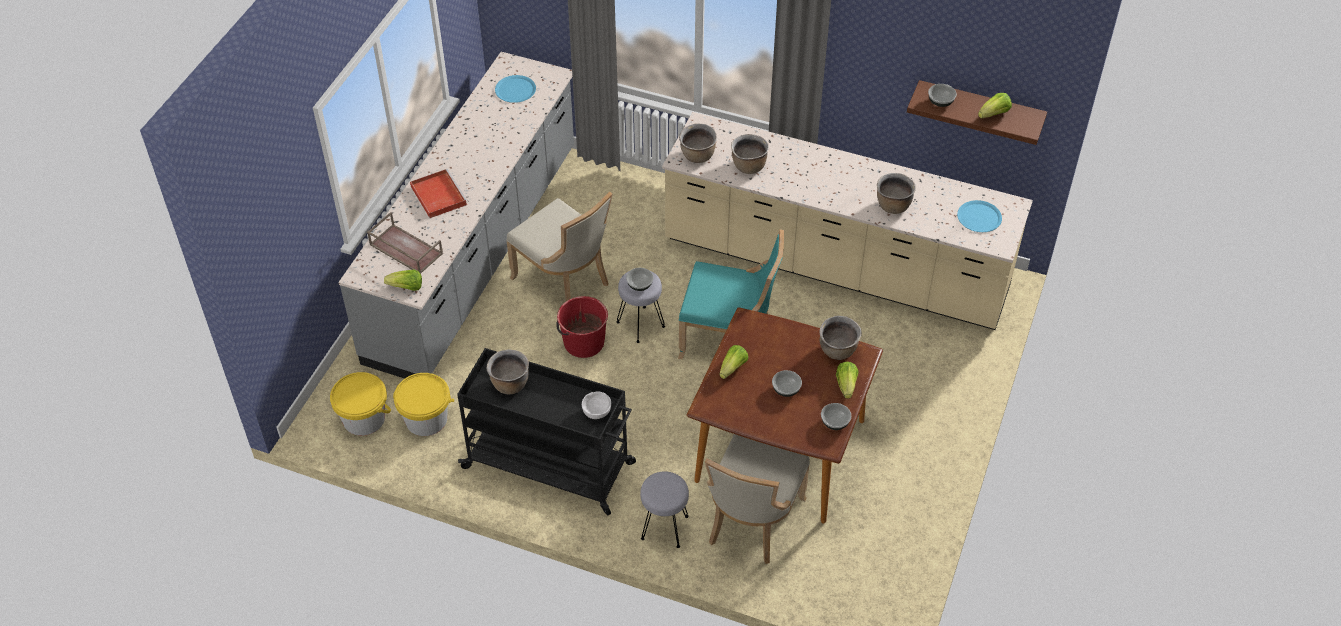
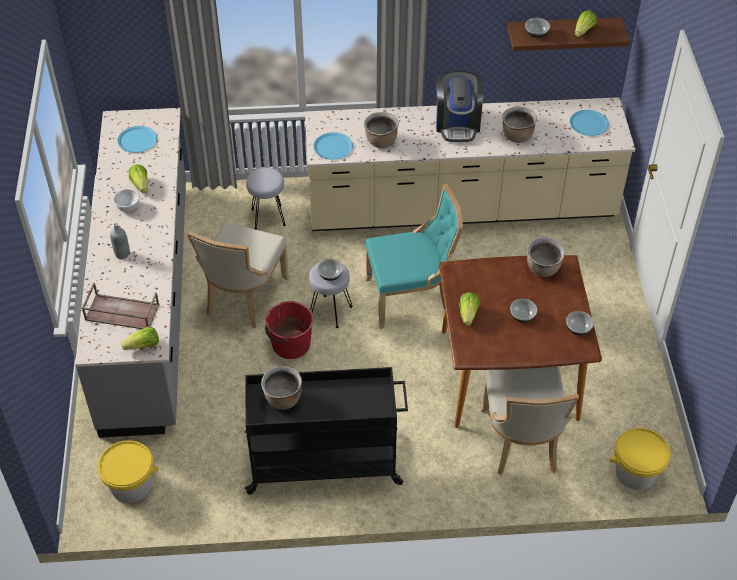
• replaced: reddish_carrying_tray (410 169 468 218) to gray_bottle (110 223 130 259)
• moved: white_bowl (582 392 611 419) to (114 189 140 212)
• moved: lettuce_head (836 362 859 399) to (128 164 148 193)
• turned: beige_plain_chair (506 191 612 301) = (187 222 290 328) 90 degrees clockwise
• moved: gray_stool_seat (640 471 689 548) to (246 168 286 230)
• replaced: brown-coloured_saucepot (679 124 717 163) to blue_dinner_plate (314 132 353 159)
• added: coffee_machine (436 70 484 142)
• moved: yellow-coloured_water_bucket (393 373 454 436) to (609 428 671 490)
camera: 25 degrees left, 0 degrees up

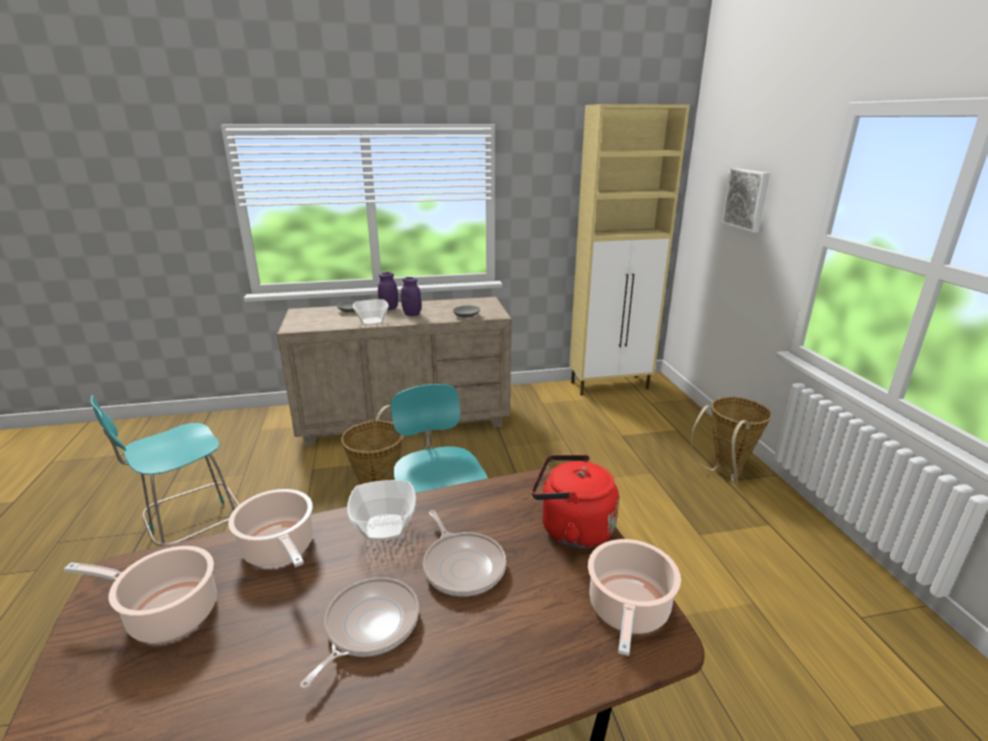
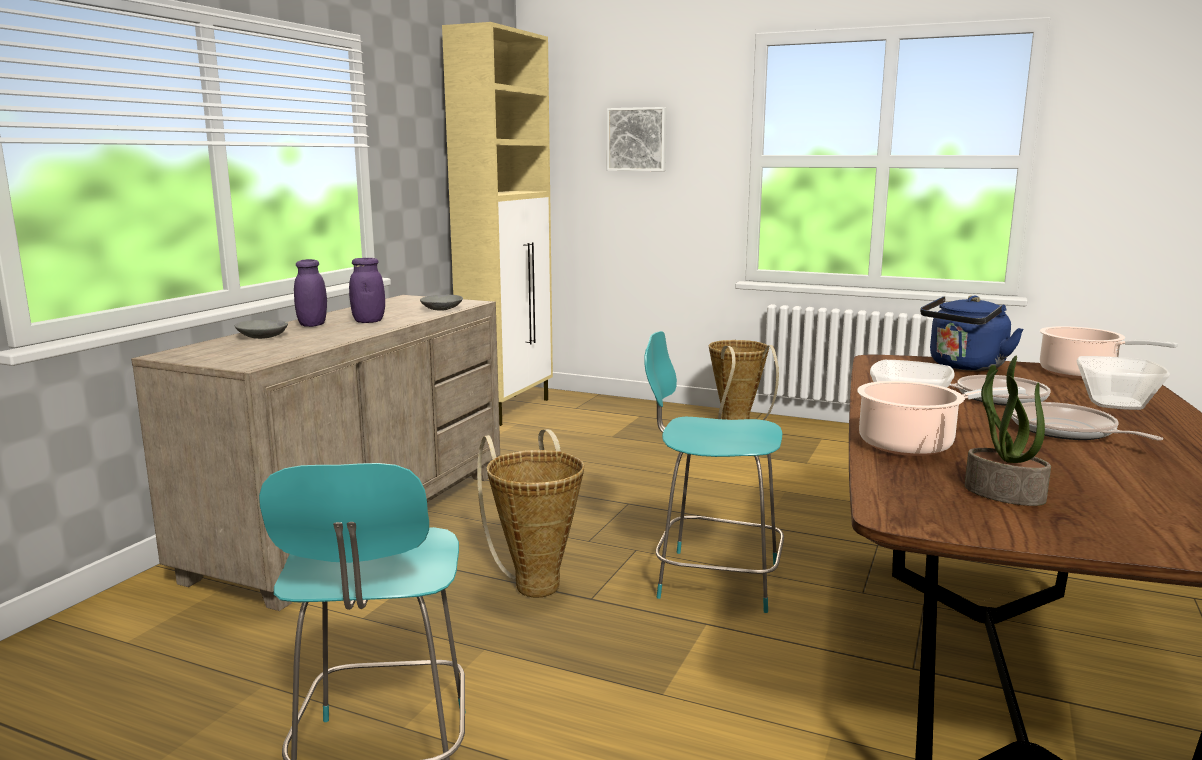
• recoloured: reddish_tea_kettle (532 455 619 548) to blue_tea_kettle (920 295 1024 371)
• replaced: saucepot (64 546 217 643) to houseplant (965 356 1051 506)
• moved: bowl (353 299 389 325) to (1077 356 1170 410)
camera: 55 degrees left, 10 degrees down

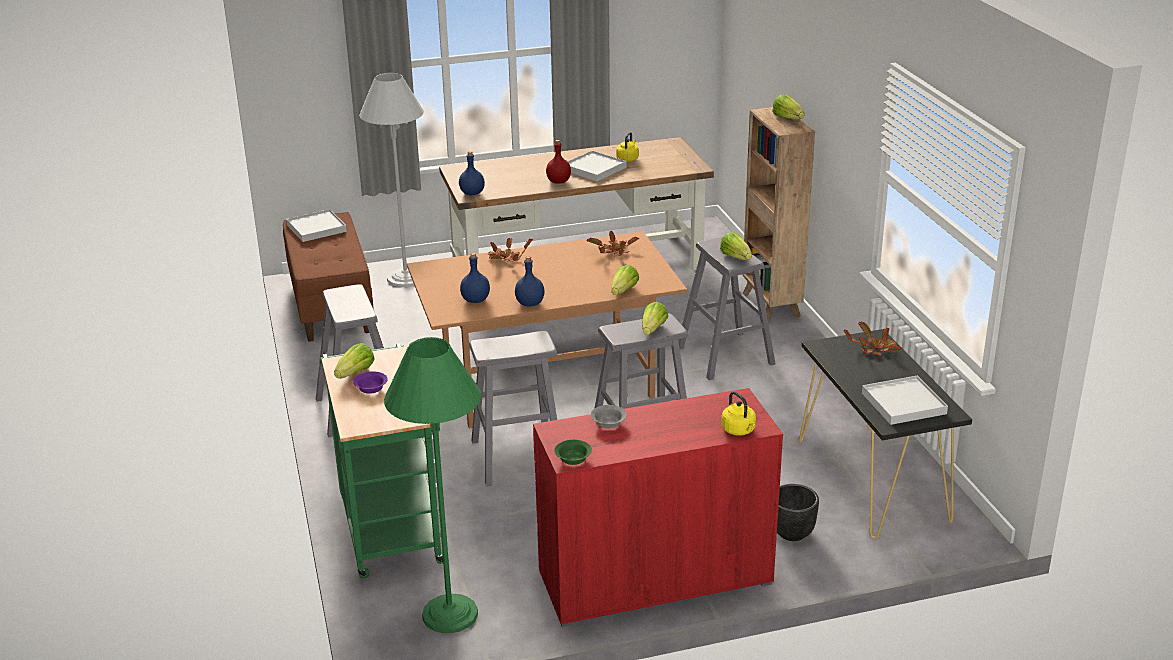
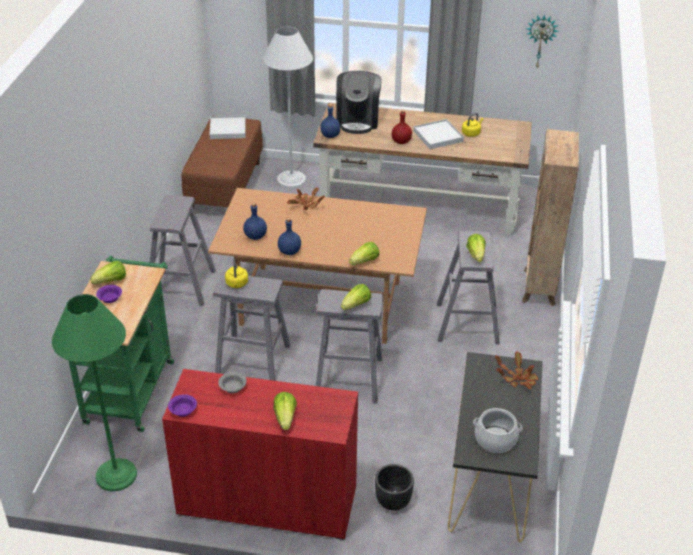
• recoloured: green-coloured_bowl (554 440 592 465) to purplish_bowl (168 394 197 417)
• moved: yellow-coloured_tea_kettle (721 391 756 436) to (225 258 248 288)
• moved: lettuce_head (772 95 805 119) to (273 392 297 430)
• added: coffee_machine (336 71 382 134)
• replaced: white_carrying_tray (862 376 948 425) to saucepot (473 408 523 453)
• added: wall_clock (526 14 559 68)
• removed: houseplant (587 230 639 256)
camera: 25 degrees right, 10 degrees up

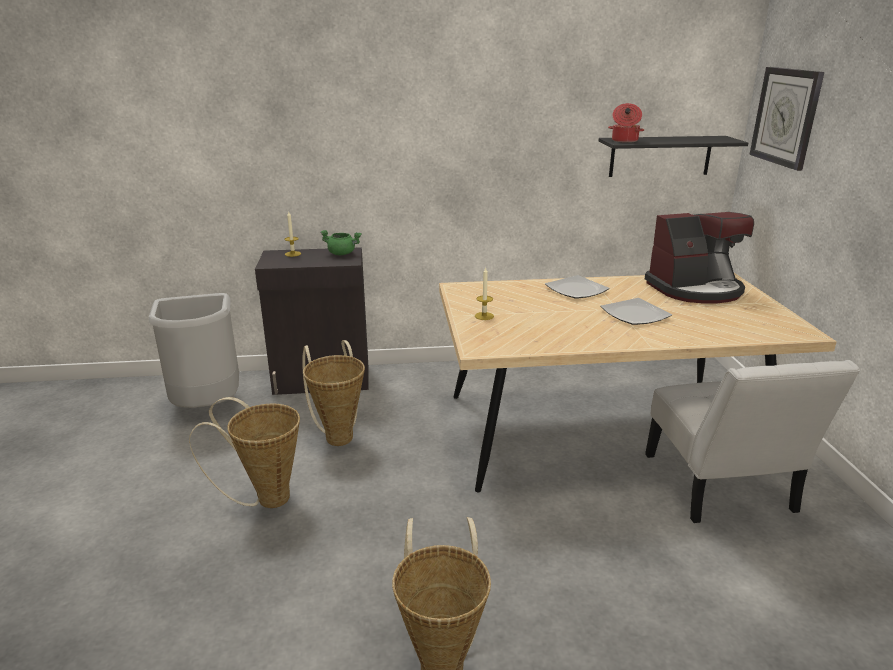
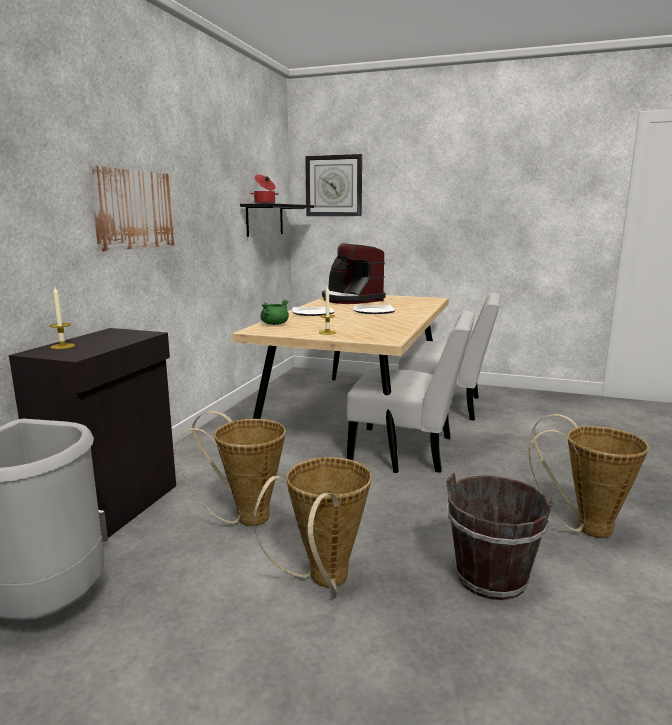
• added: picture (89 166 176 251)
• moved: green-coloured_saucepot (320 230 362 255) to (260 299 289 325)
• turned: coffee_machine (645 212 754 303) = (322 243 386 304) 135 degrees clockwise
• added: white_plain_chair (347 311 475 473)
• added: brown-coloured_water_bucket (446 473 555 600)
camera: 65 degrees left, 10 degrees down

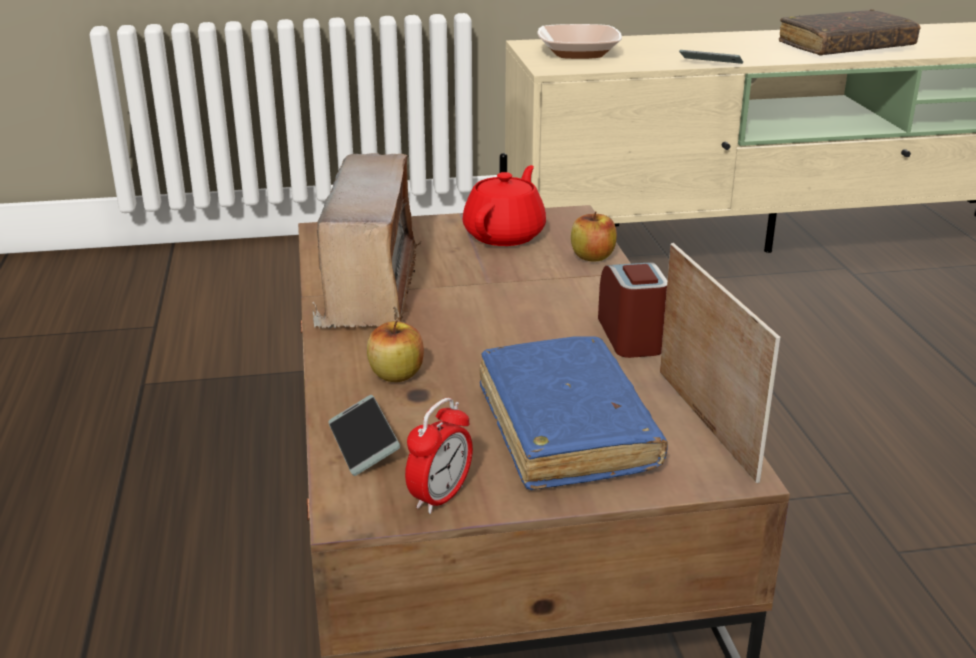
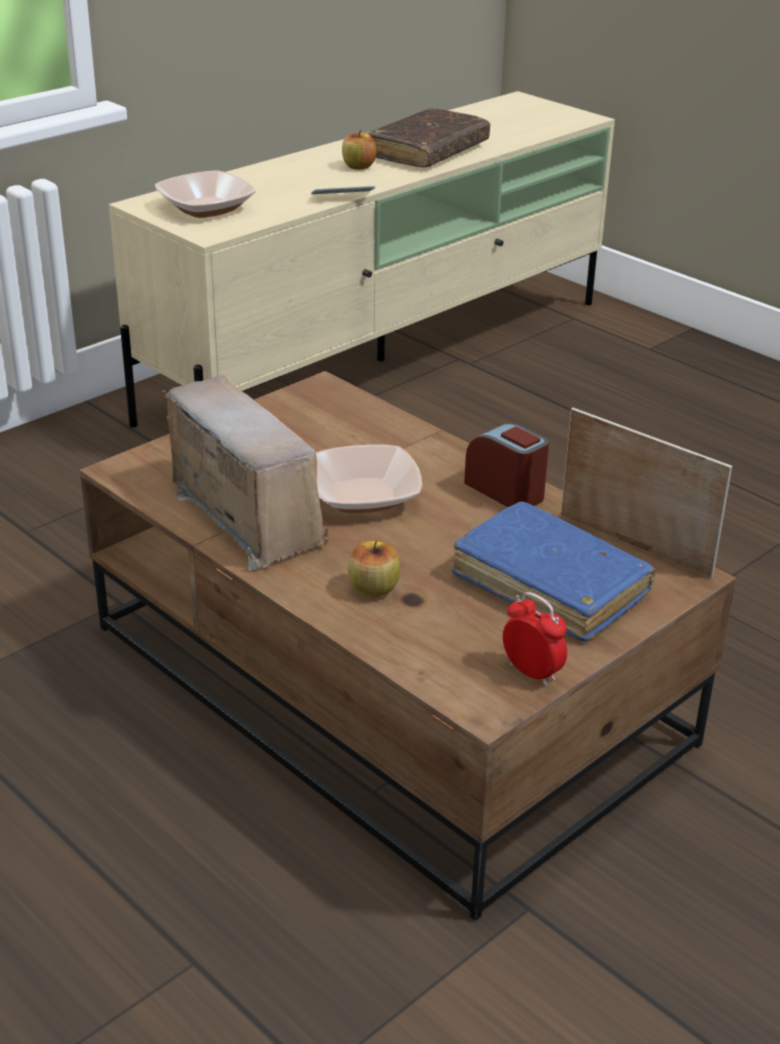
• added: bowl (316 445 422 513)
• moved: whole_apple (571 211 617 262) to (342 130 377 170)
• turned: alarm_clock (405 398 473 514) = (503 592 567 686) 45 degrees counterclockwise
• removed: phone (328 395 400 476)
• removed: reddish_teapot (463 165 546 246)
camera: 35 degrees left, 5 degrees up

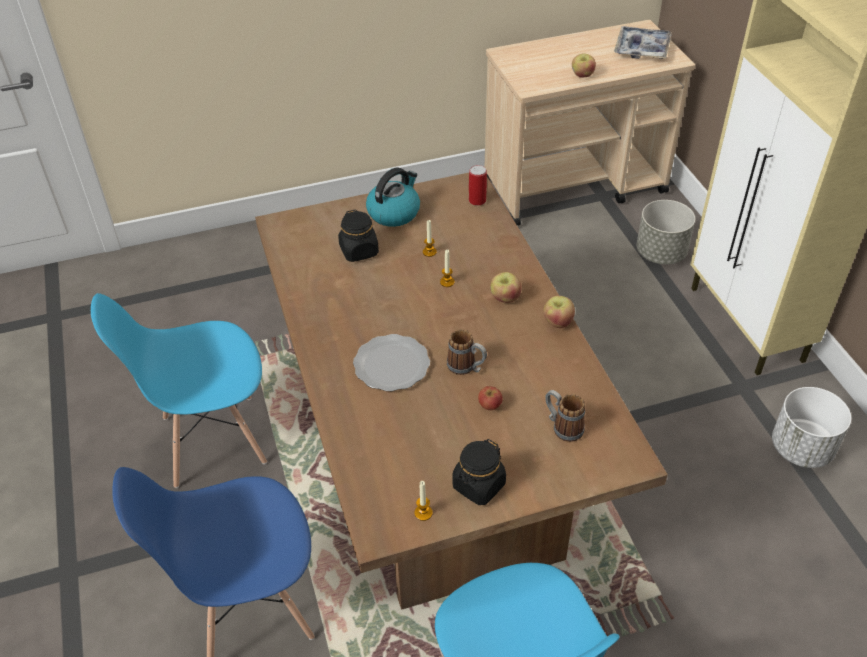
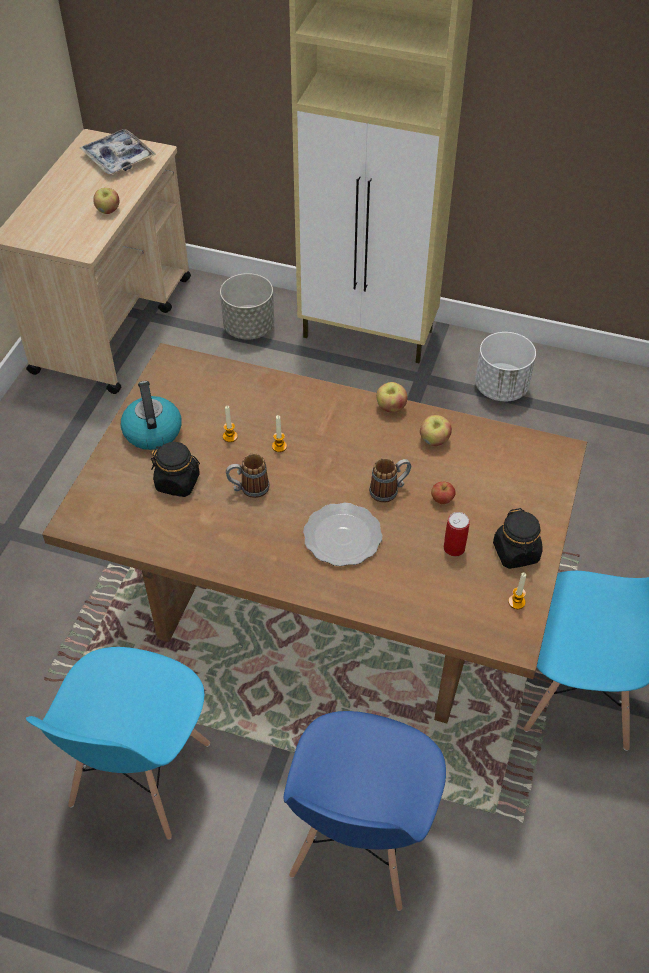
• moved: coffee_mug (545 390 585 442) to (226 454 270 498)
• moved: whole_apple (491 272 522 303) to (420 415 452 446)
• moved: metal_can (469 165 487 206) to (444 512 470 557)
camera: 55 degrees left, 5 degrees up

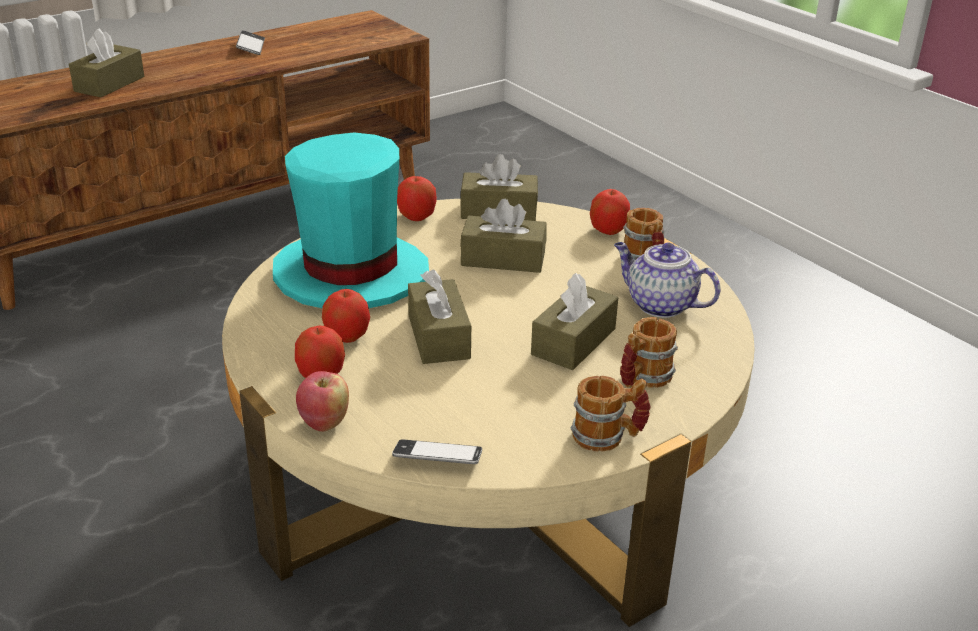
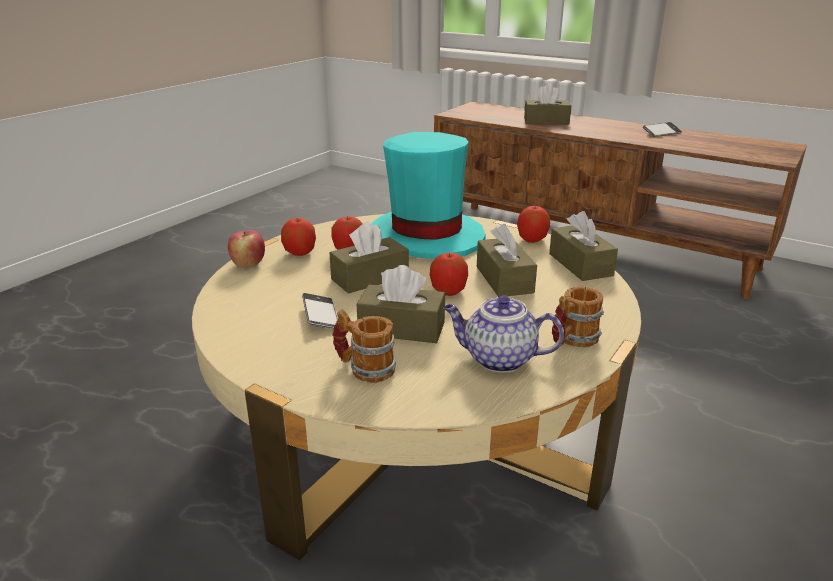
• moved: phone (392 439 482 464) to (302 293 338 329)
• moved: whole_apple (590 189 630 235) to (430 253 468 296)
• turned: teapot (614 242 721 318) = (444 295 564 372) 90 degrees counterclockwise
• removed: coffee_mug (571 376 651 452)
camera: 70 degrees right, 5 degrees down

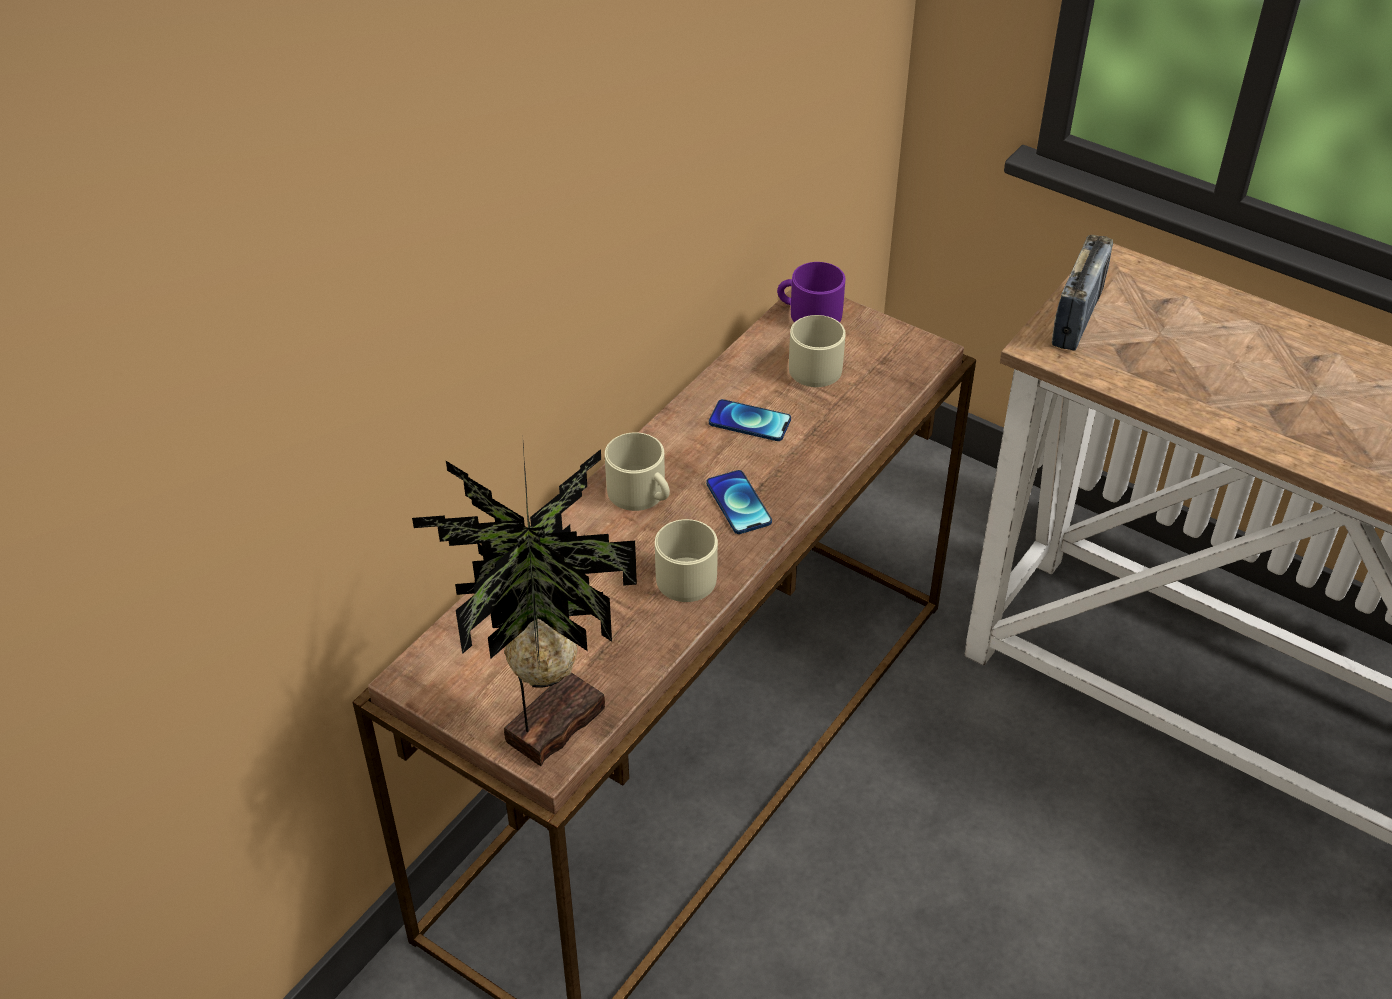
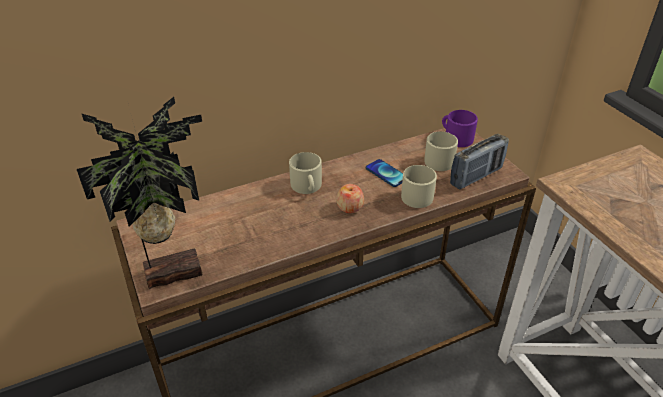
• replaced: phone (706 470 772 534) to whole_apple (336 184 364 213)
• moved: beige_coffee_mug (655 519 718 602) to (401 165 437 208)
• moved: radio_receiver (1052 235 1113 351) to (450 134 509 190)
camera: 30 degrees right, 5 degrees down

